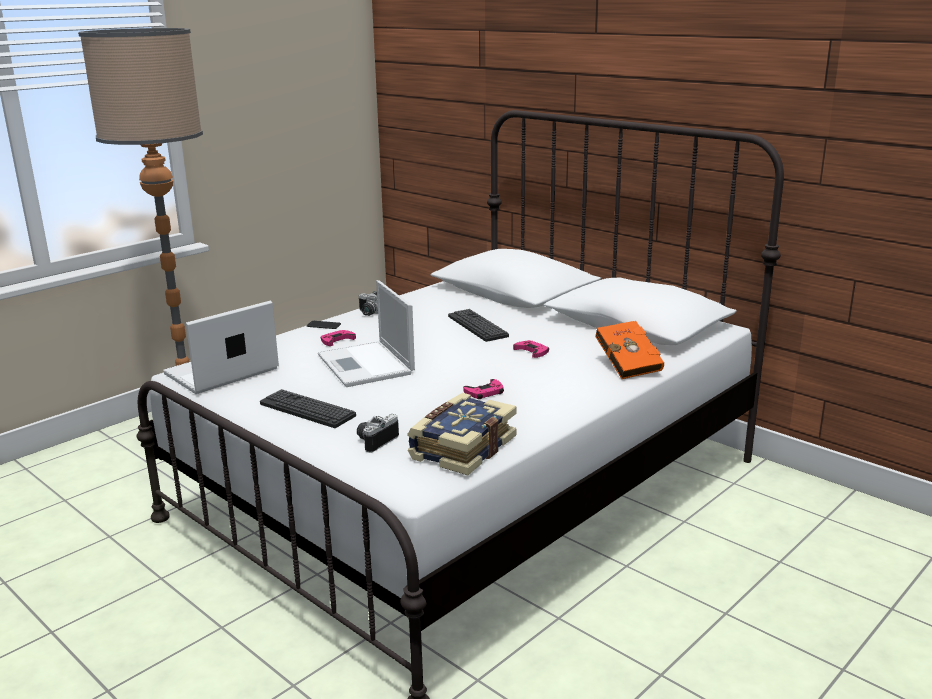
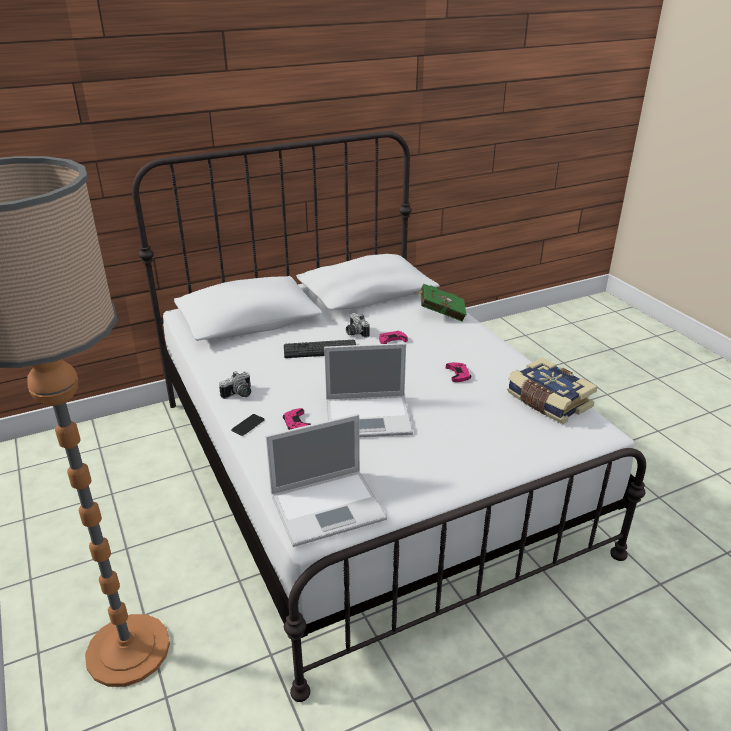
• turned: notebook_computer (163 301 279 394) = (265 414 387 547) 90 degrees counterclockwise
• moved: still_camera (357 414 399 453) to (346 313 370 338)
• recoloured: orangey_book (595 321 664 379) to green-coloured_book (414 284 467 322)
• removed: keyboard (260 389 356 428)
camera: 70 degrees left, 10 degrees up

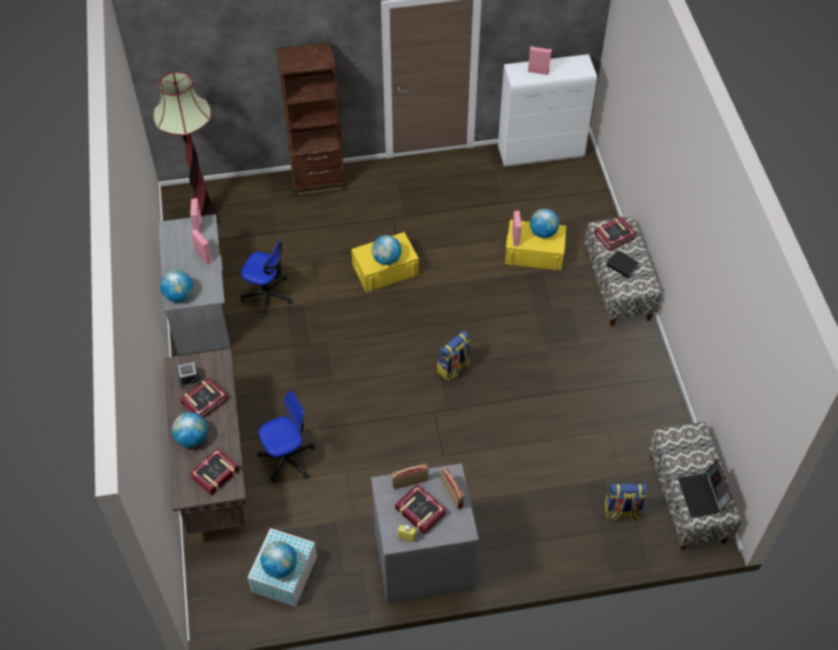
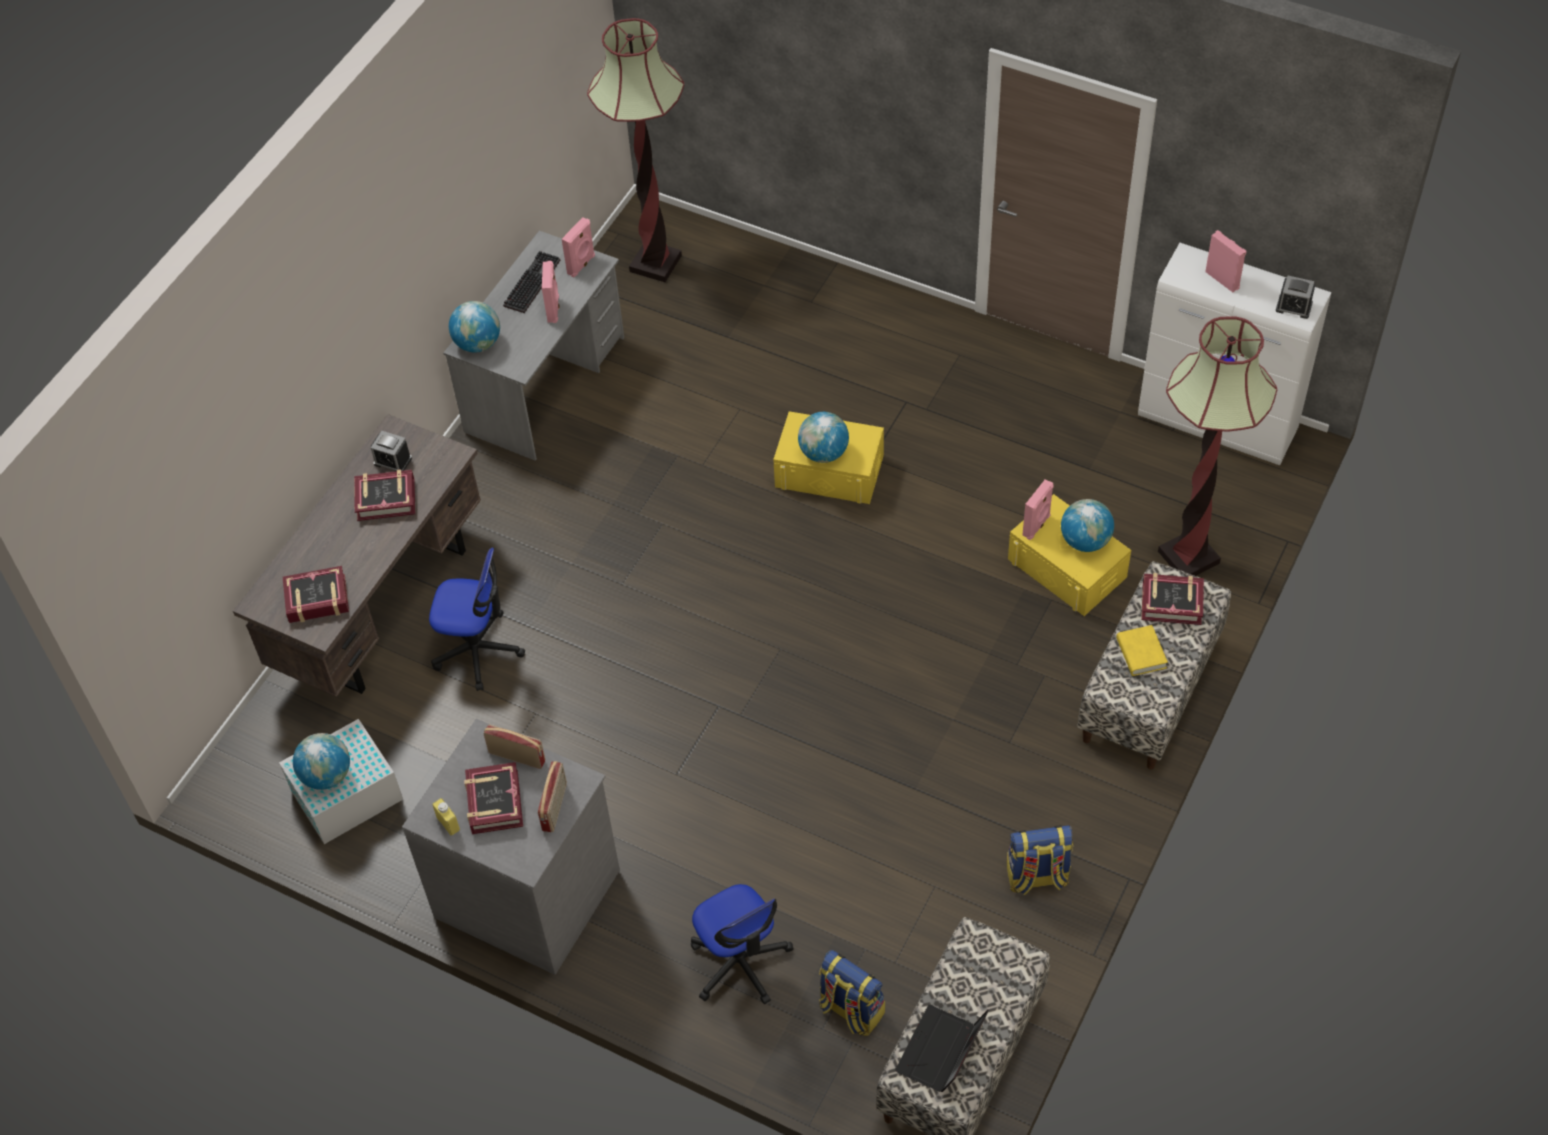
• added: keyboard (503 251 560 313)
• moved: computer_chair (240 237 293 317) to (691 884 793 1004)
• moved: backpack (437 331 471 381) to (1007 825 1073 895)
• recoloured: black-coloured_book (606 250 639 278) to yellow-coloured_book (1116 625 1168 676)
• added: standard_lamp (1158 317 1277 576)
• added: alarm_clock (1276 276 1315 319)
• removed: desk_globe (172 412 208 448)
• removed: brown-coloured_bookshelf (276 42 345 196)
camera: 40 degrees right, 0 degrees up

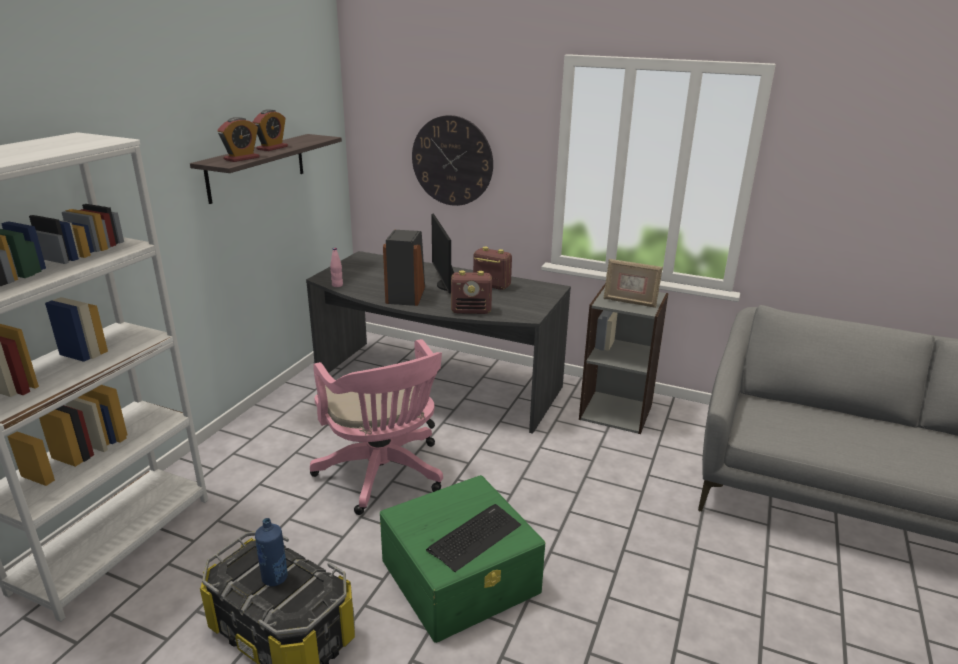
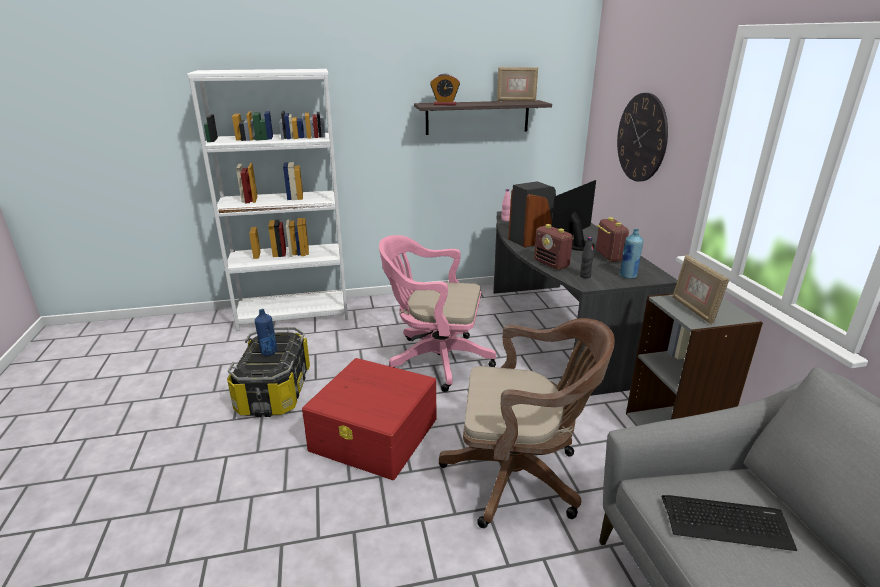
• recoloured: green-coloured_storage_container (380 475 545 643) to reddish_storage_container (302 358 437 480)
• turned: pink_computer_chair (310 339 443 515) = (379 235 496 392) 75 degrees clockwise
• added: brown-coloured_computer_chair (439 318 615 528)
• added: standing_frame (497 67 538 101)
• added: black-coloured_bottle (580 237 594 278)
• added: blue_bottle (620 229 643 279)
• moved: keyboard (426 504 521 572) to (662 495 797 551)
• removed: alarm_clock (253 109 288 151)
camera: 55 degrees right, 0 degrees up

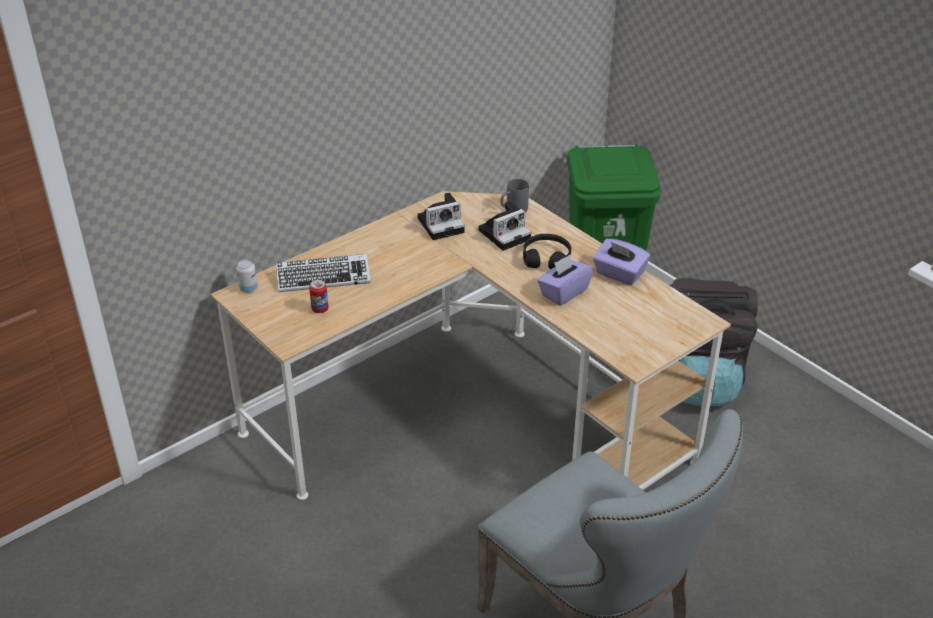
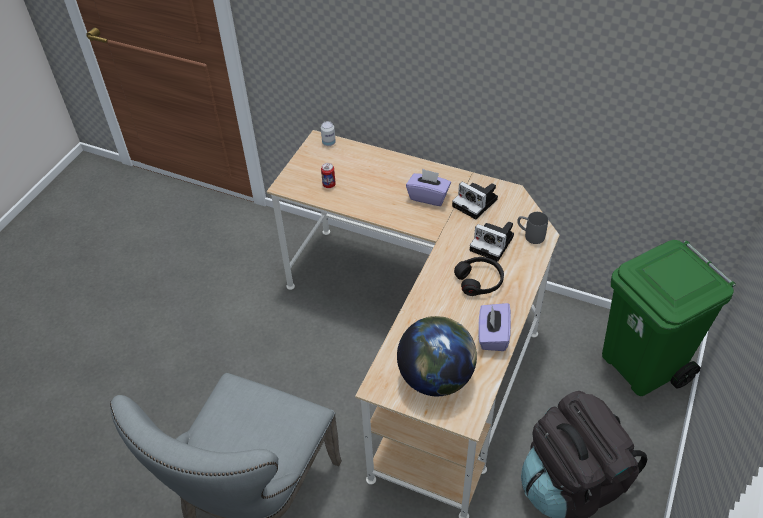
• added: desk_globe (397 316 477 396)
• moved: purplish_tissue_box (538 254 594 306) to (406 169 451 206)
• removed: keyboard (276 254 370 292)
camera: 65 degrees right, 10 degrees up

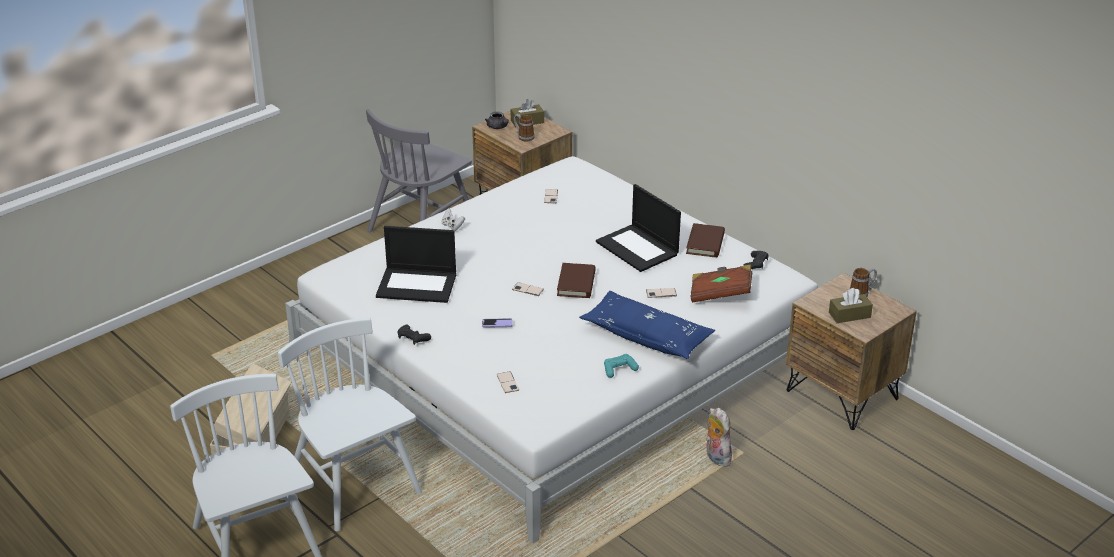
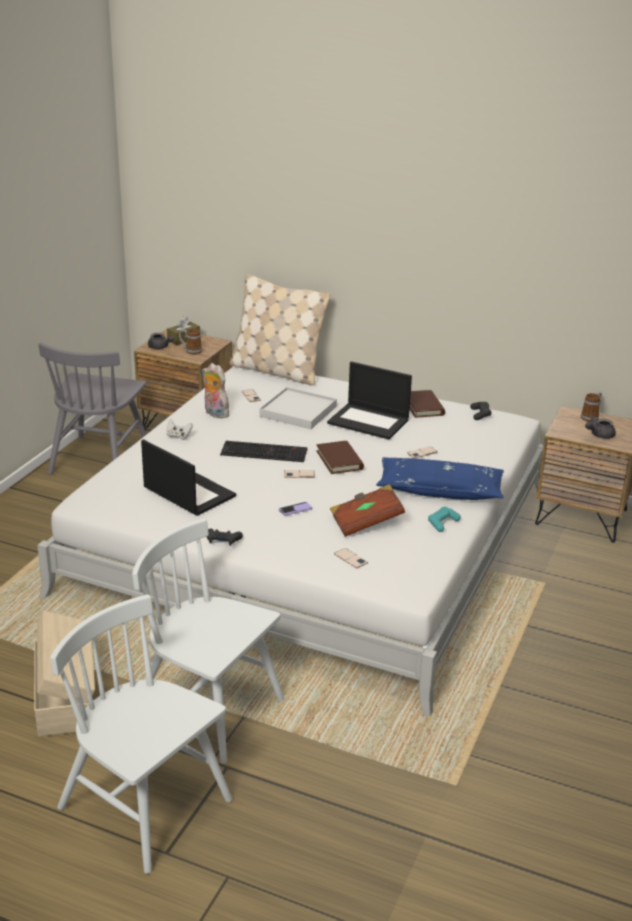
• turned: notebook_computer (376 226 456 303) = (141 439 236 516) 120 degrees counterclockwise
• moved: soft_toy (706 408 732 467) to (202 363 229 418)
• added: keyboard (220 441 308 462)
• added: beige_throw_pillow (230 274 330 386)
• added: white_carrying_tray (259 387 337 429)
• moved: brown-coloured_book (690 264 752 302) to (330 484 405 537)
• replaced: brown-coloured_tissue_box (829 288 873 323) to gray_teapot (585 416 616 439)
camera: 25 degrees left, 5 degrees down

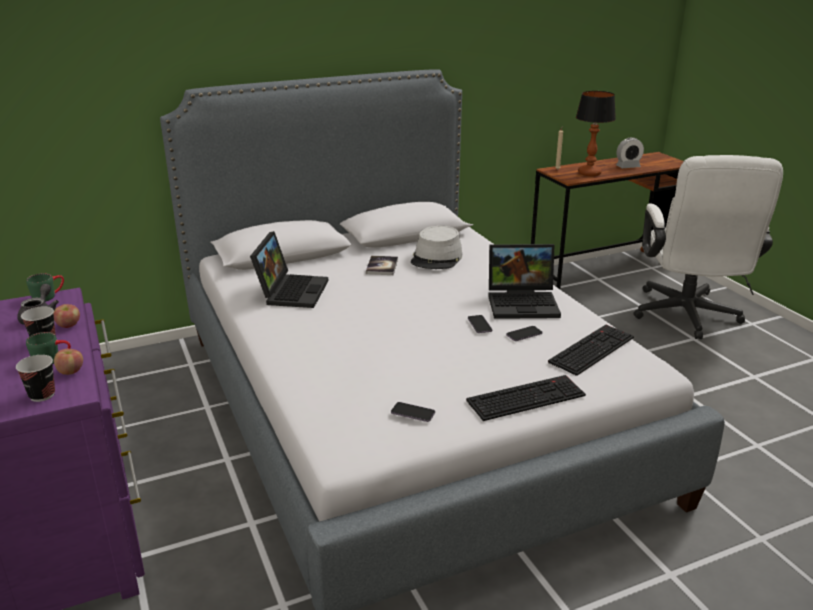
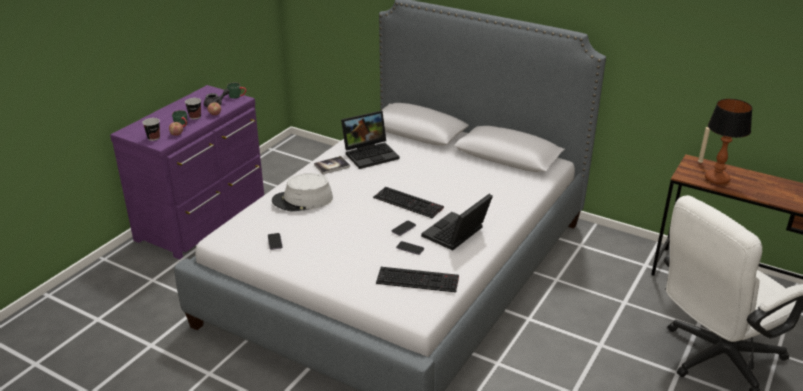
• moved: gray_wearable_hat (411 226 462 269) to (272 173 333 211)
• moved: book (366 256 398 275) to (314 156 350 174)
• moved: keyboard (466 375 586 421) to (373 187 444 218)
• turned: notebook_computer (488 244 561 319) = (421 194 493 250) 75 degrees clockwise
• removed: alarm_clock (616 137 644 168)
camera: 55 degrees right, 5 degrees up

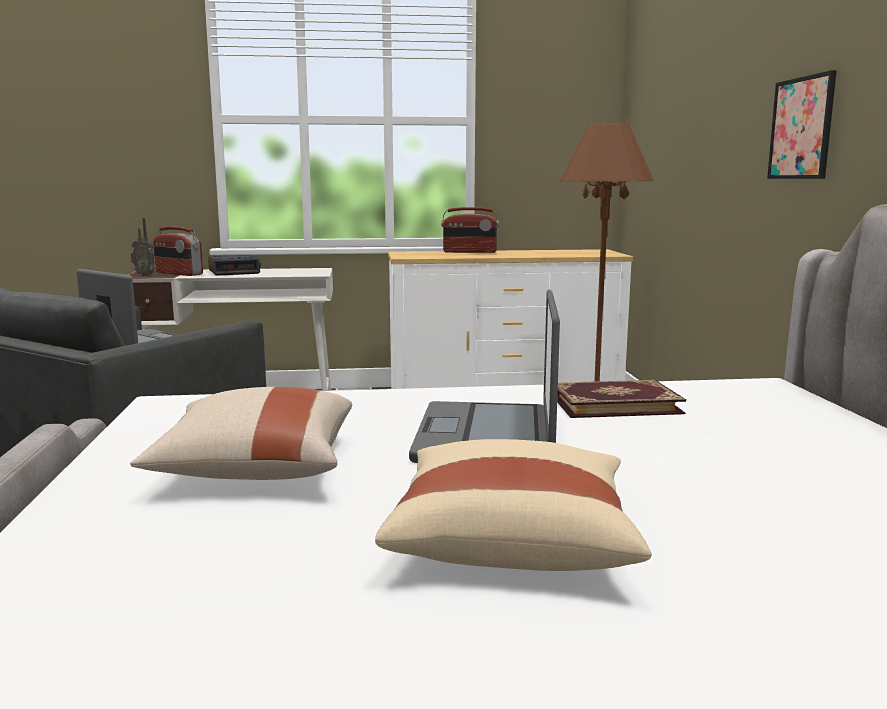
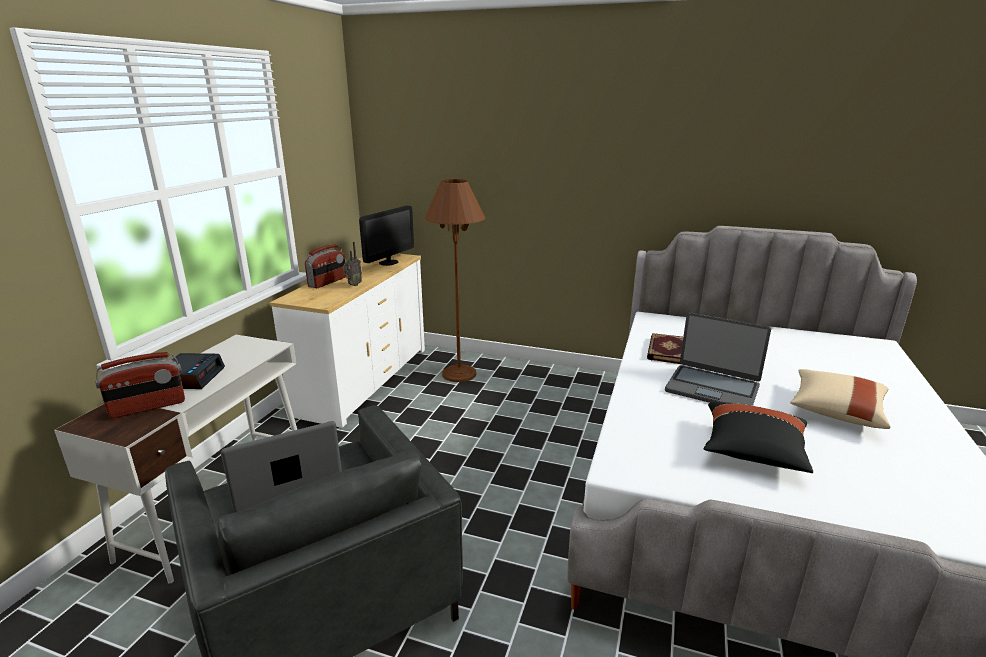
• moved: radio_receiver (130 218 155 276) to (343 242 362 286)
• added: monitor (359 206 414 266)
• recoloured: beige_throw_pillow (130 387 352 480) to black-coloured_throw_pillow (704 402 813 473)
• removed: picture (767 70 837 179)
camera: 65 degrees left, 10 degrees up

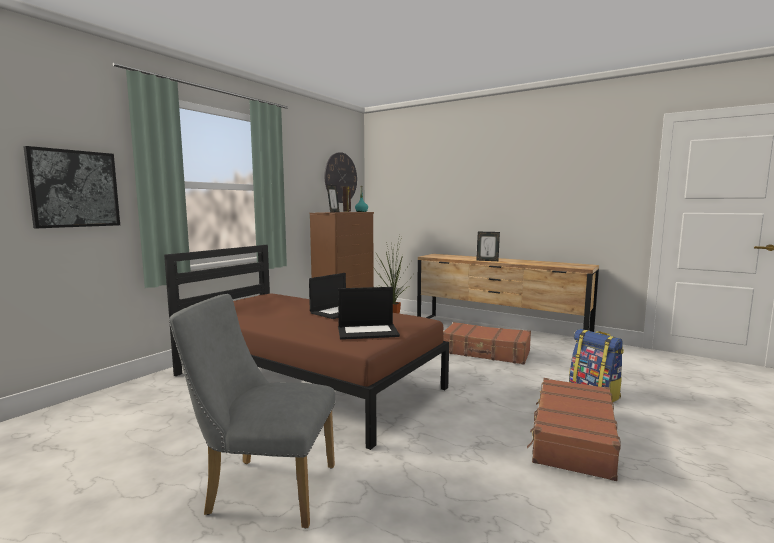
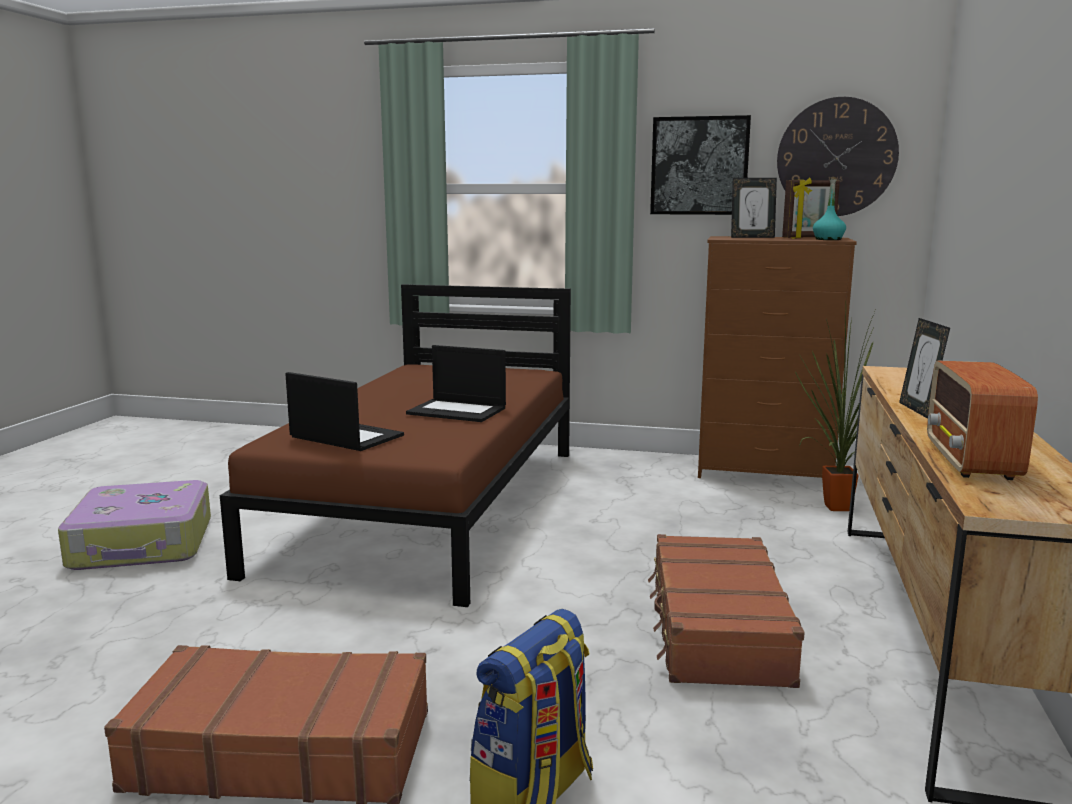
• replaced: gray_plain_chair (169 294 335 529) to suitcase (58 480 211 570)
• turned: notebook_computer (338 287 400 340) = (285 372 404 451) 150 degrees clockwise
• moved: picture (23 146 120 228) to (650 115 751 215)
• added: radio_receiver (927 360 1038 480)
camera: 70 degrees right, 5 degrees up

